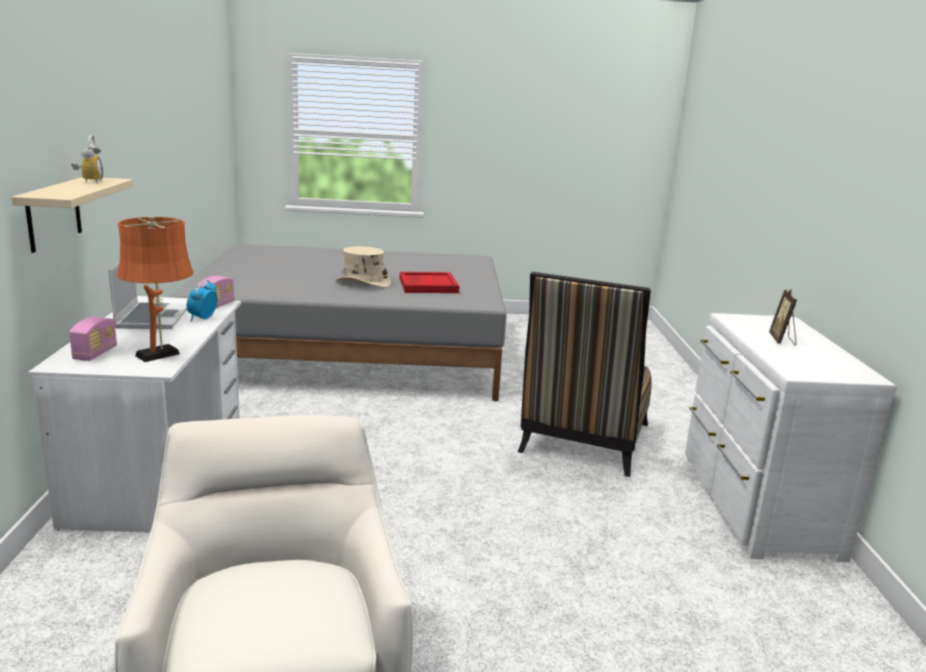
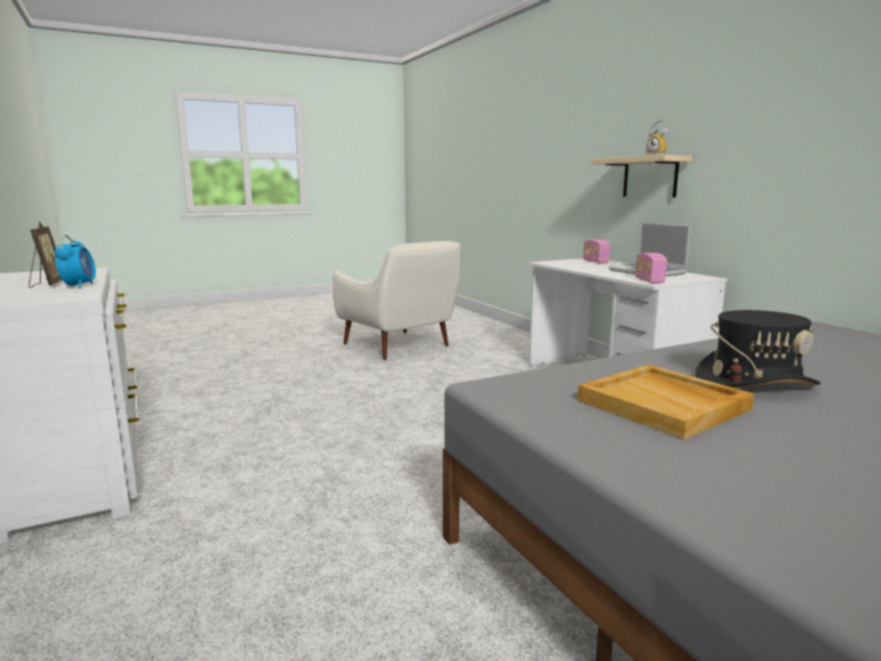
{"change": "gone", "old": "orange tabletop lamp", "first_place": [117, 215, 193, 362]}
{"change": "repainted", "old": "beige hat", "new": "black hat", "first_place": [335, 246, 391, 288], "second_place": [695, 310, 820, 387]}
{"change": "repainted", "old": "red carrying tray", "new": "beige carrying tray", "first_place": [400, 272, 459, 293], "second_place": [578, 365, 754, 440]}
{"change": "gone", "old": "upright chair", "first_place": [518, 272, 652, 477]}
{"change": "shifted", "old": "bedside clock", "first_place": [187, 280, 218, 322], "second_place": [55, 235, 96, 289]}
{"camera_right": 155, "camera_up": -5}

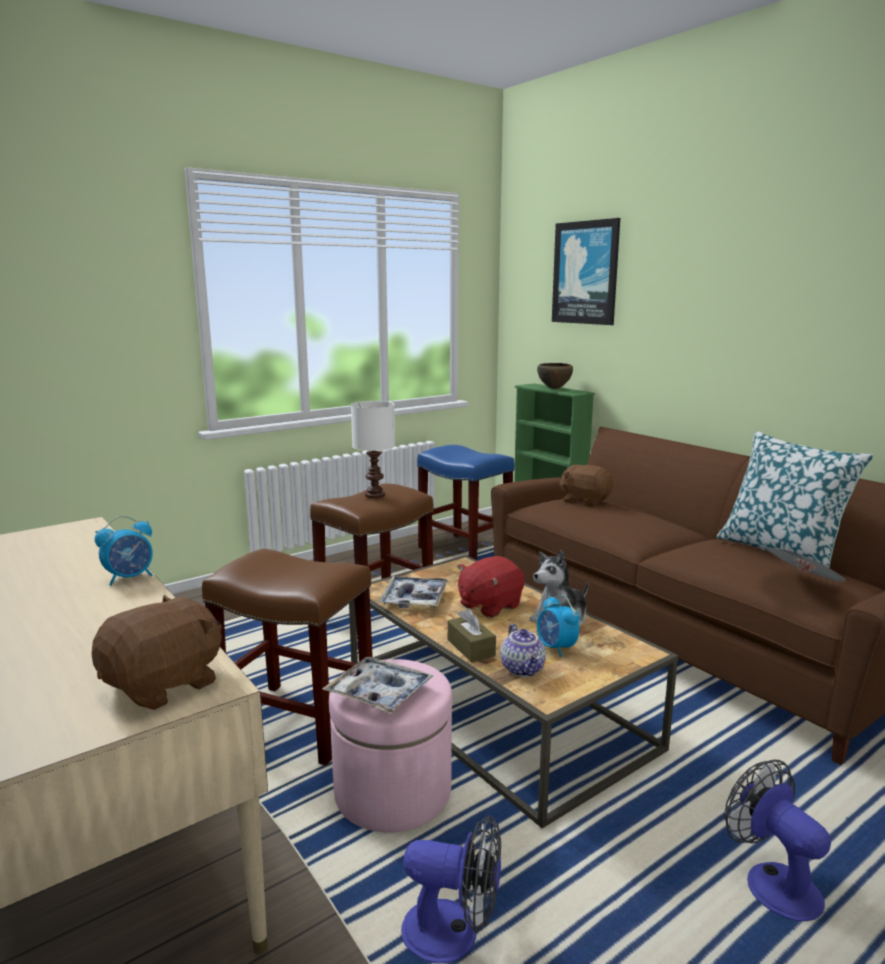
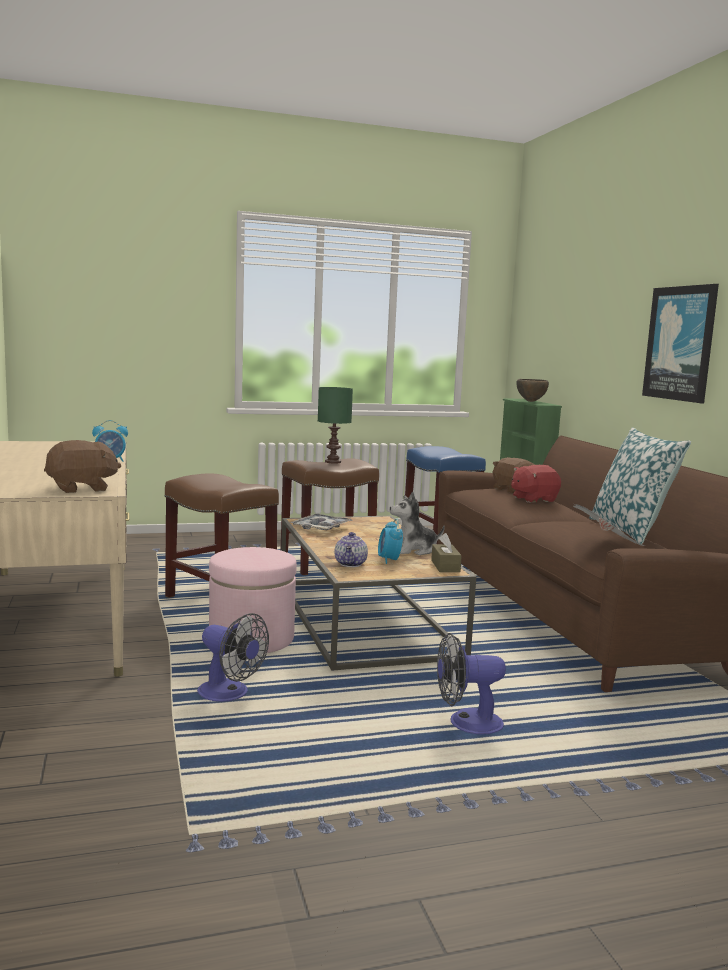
{"change": "shifted", "old": "wall art", "first_place": [552, 218, 620, 325], "second_place": [642, 284, 719, 403]}
{"change": "repainted", "old": "white-coloured tabletop lamp", "new": "green-coloured tabletop lamp", "first_place": [351, 401, 395, 498], "second_place": [318, 387, 353, 464]}
{"change": "shifted", "old": "red plush toy", "first_place": [457, 556, 525, 618], "second_place": [511, 465, 561, 503]}
{"change": "shifted", "old": "brown tissue holder", "first_place": [448, 608, 496, 662], "second_place": [431, 533, 462, 572]}
{"change": "gone", "old": "carrying tray", "first_place": [322, 657, 434, 714]}
{"change": "rotated", "old": "electric fan", "first_place": [725, 760, 831, 921], "second_place": [437, 633, 506, 734], "degrees": -90}
{"camera_right": 20, "camera_up": -5}

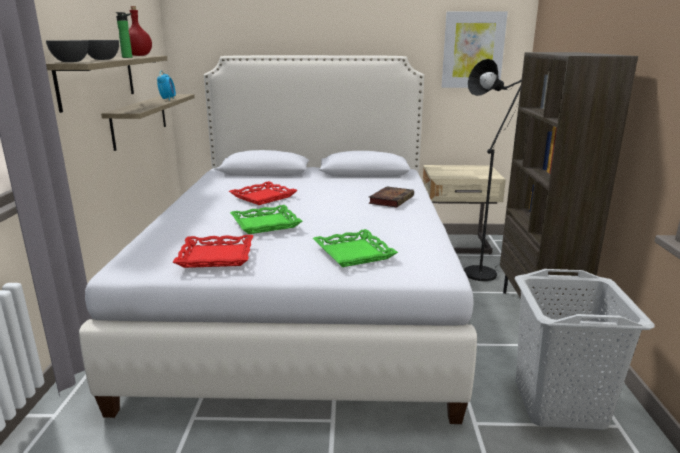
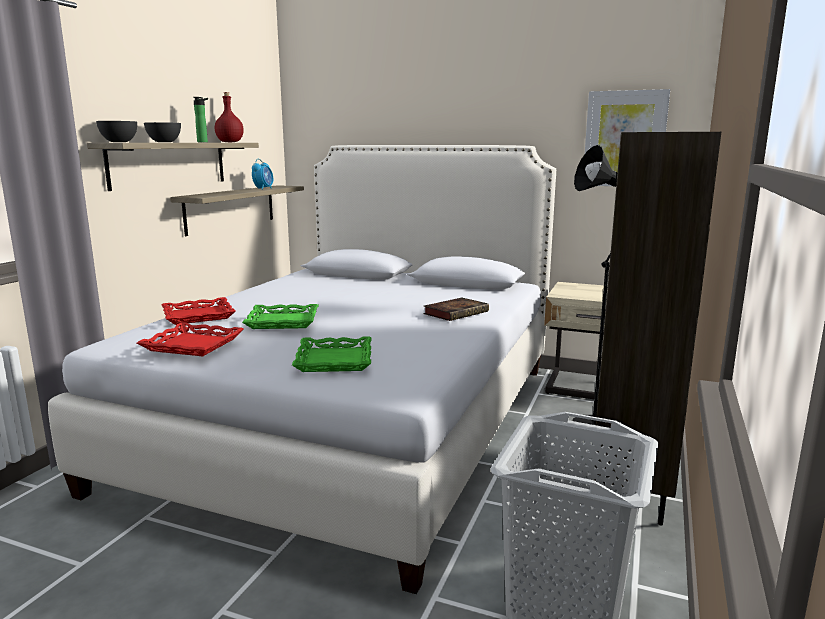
{"change": "shifted", "old": "red carrying tray", "first_place": [229, 181, 298, 205], "second_place": [161, 297, 236, 325]}
{"camera_right": 20, "camera_up": -5}

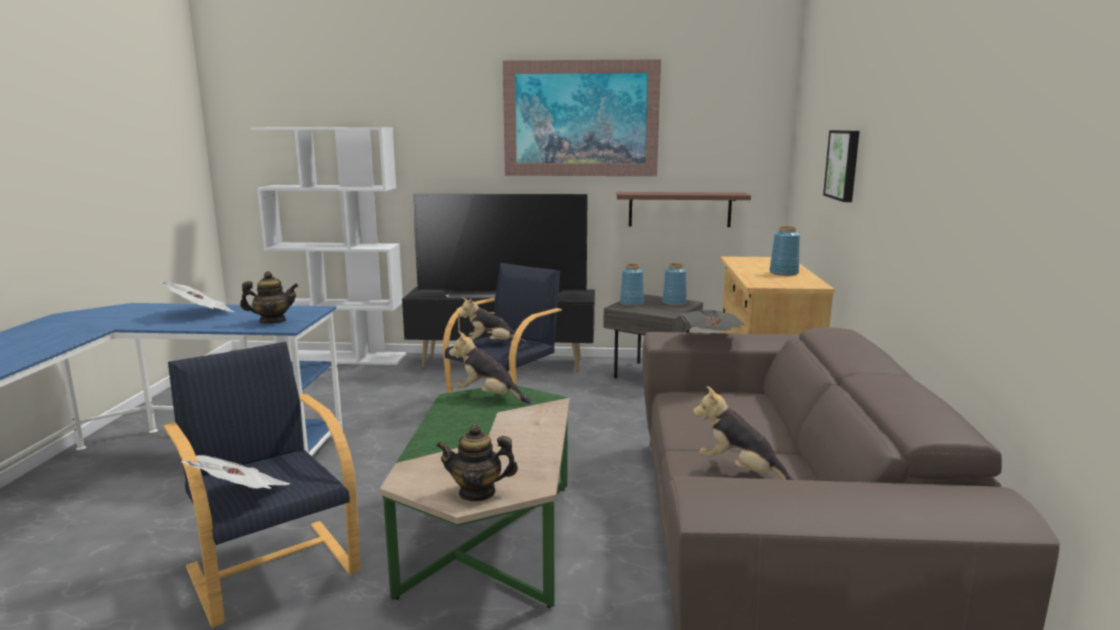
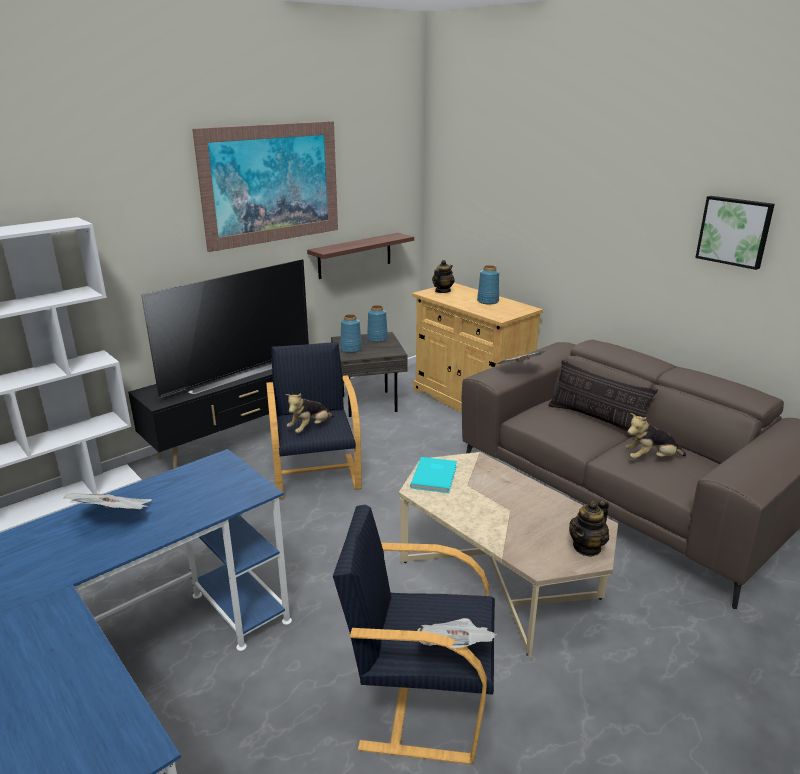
{"change": "shifted", "old": "wall art", "first_place": [823, 130, 860, 202], "second_place": [695, 196, 775, 270]}
{"change": "shifted", "old": "pot for tea", "first_place": [240, 271, 299, 324], "second_place": [432, 260, 455, 293]}
{"change": "swapped", "old": "plush toy", "new": "turquoise bound book", "first_place": [449, 332, 531, 404], "second_place": [410, 457, 457, 493]}
{"change": "repainted", "old": "green-coloured lounge table", "new": "beige lounge table", "first_place": [380, 385, 570, 608], "second_place": [399, 452, 618, 658]}
{"change": "new", "new": "pillow", "second_place": [548, 360, 658, 437]}
{"camera_right": -45, "camera_up": 10}

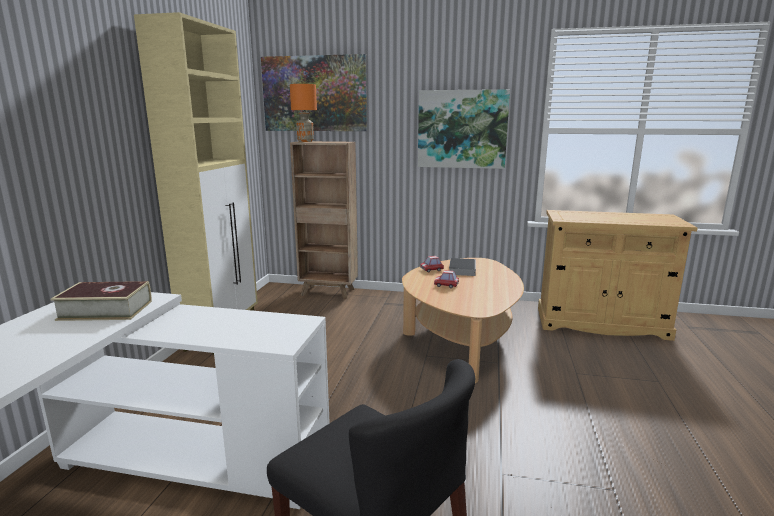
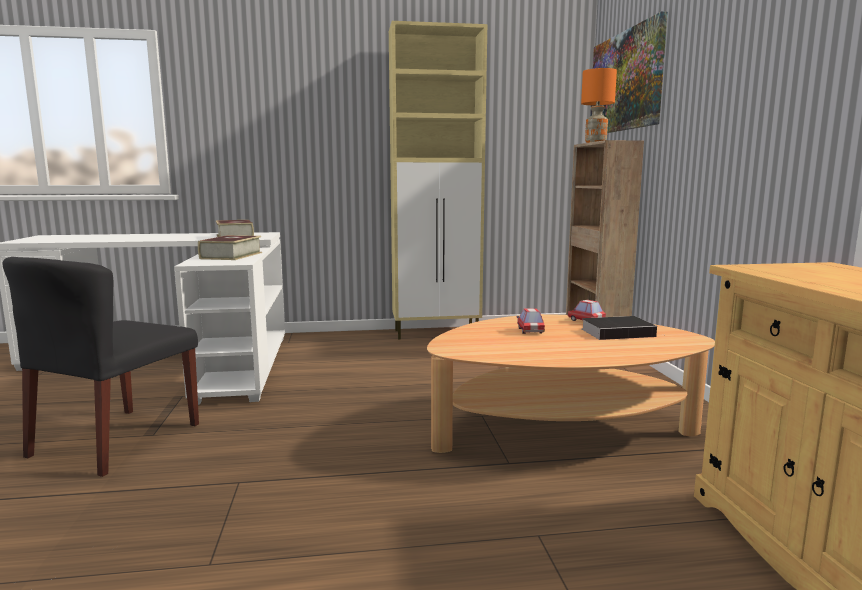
{"change": "gone", "old": "wall art", "first_place": [418, 89, 510, 169]}
{"change": "new", "new": "bound book", "second_place": [198, 235, 262, 260]}
{"camera_right": 70, "camera_up": -5}

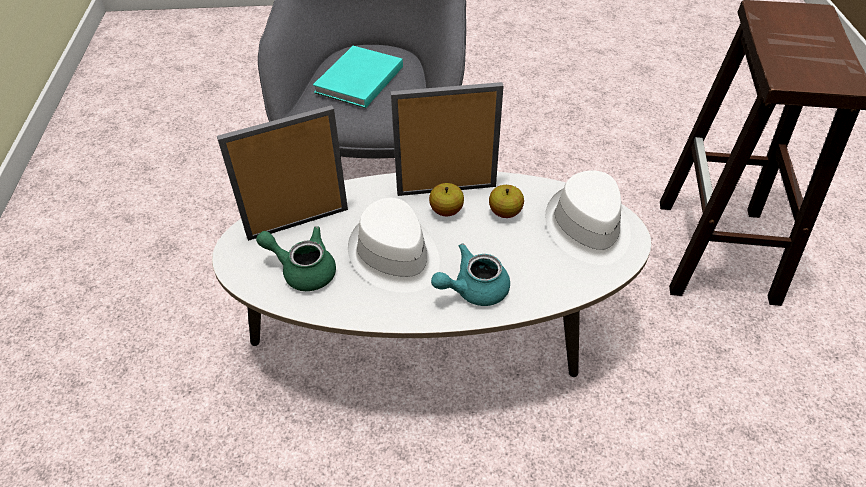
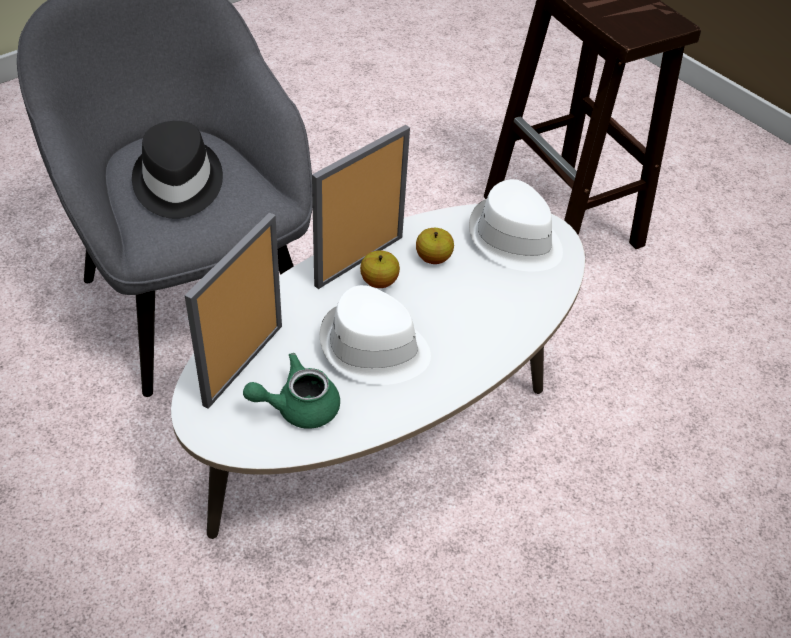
{"change": "swapped", "old": "turquoise bound book", "new": "black hat", "first_place": [313, 46, 403, 108], "second_place": [132, 121, 223, 219]}
{"change": "gone", "old": "turquoise pot for tea", "first_place": [431, 243, 510, 306]}
{"camera_right": -40, "camera_up": 0}

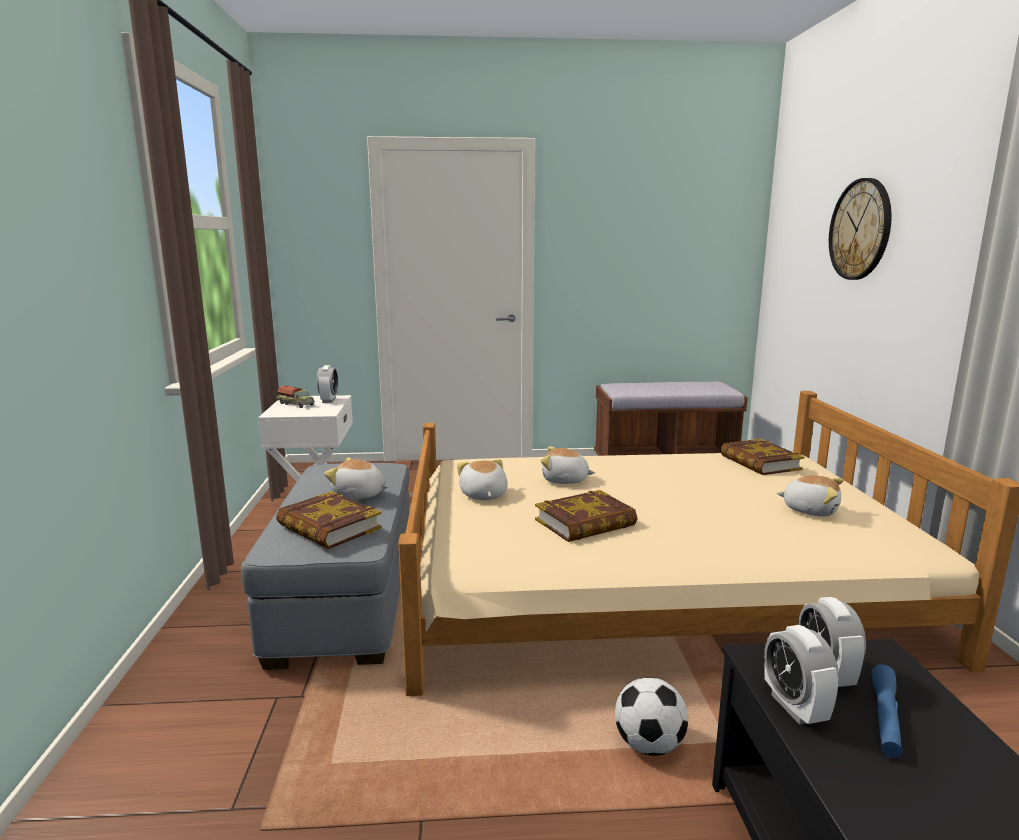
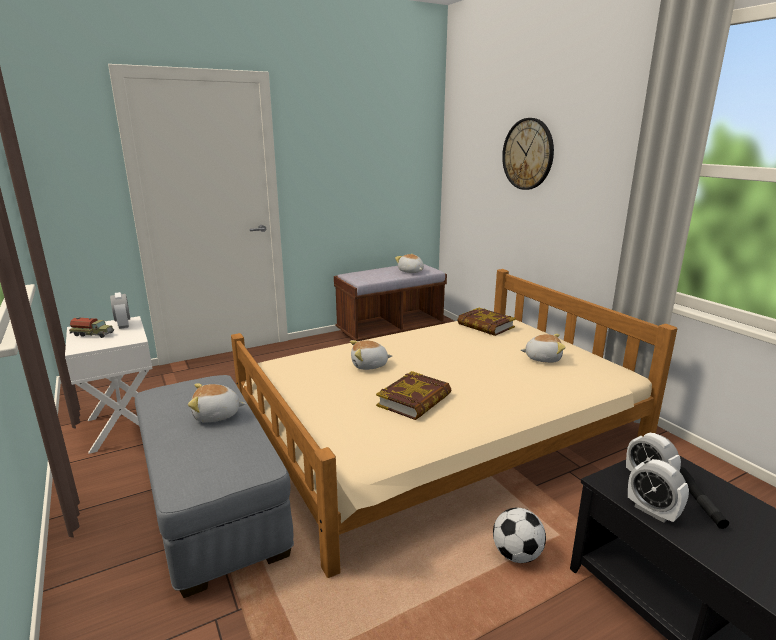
{"change": "shifted", "old": "plush toy", "first_place": [457, 459, 508, 500], "second_place": [395, 254, 424, 273]}
{"change": "gone", "old": "bound book", "first_place": [276, 491, 382, 549]}
{"change": "repainted", "old": "blue-coloured hand torch", "new": "black hand torch", "first_place": [871, 664, 903, 758], "second_place": [680, 467, 729, 529]}
{"camera_right": -25, "camera_up": 5}

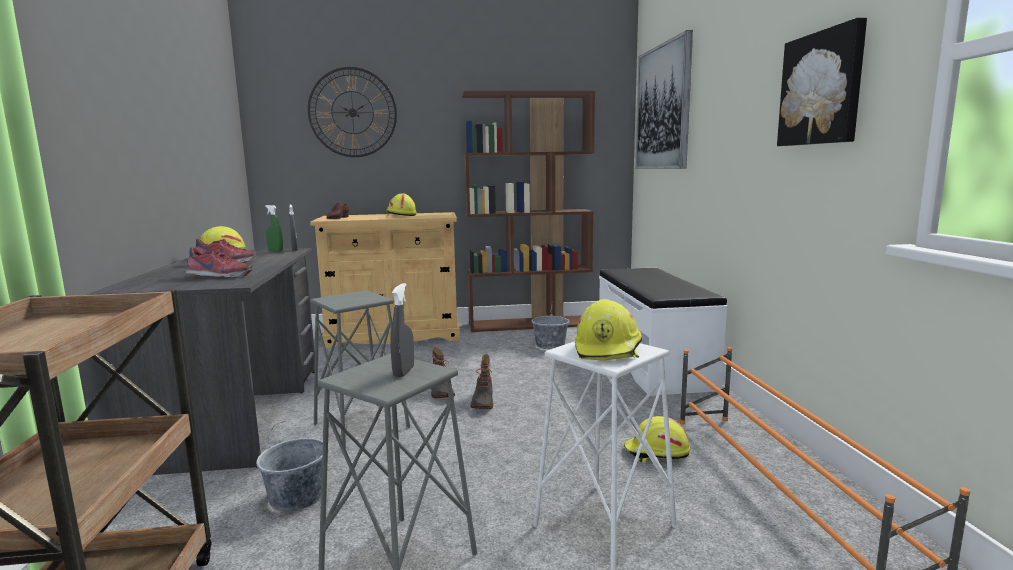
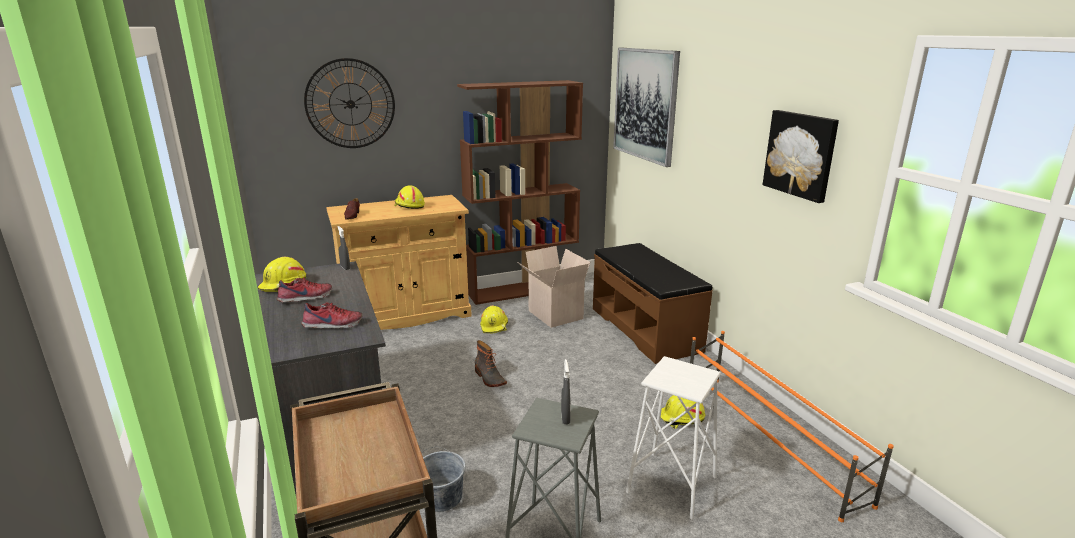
{"change": "gone", "old": "green-coloured sprayer", "first_place": [265, 205, 283, 251]}
{"change": "repainted", "old": "white-coloured indoor bench", "new": "brown indoor bench", "first_place": [599, 268, 728, 396], "second_place": [593, 243, 713, 364]}
{"change": "gone", "old": "gray stool seat", "first_place": [310, 290, 410, 449]}
{"change": "shifted", "old": "yellowish work helmet", "first_place": [575, 299, 642, 361], "second_place": [480, 305, 508, 333]}
{"change": "swapped", "old": "gray pail", "new": "cardboard box", "first_place": [531, 306, 569, 349], "second_place": [519, 246, 590, 328]}
{"change": "gone", "old": "tall boot", "first_place": [470, 355, 493, 409]}
{"camera_right": -15, "camera_up": 10}

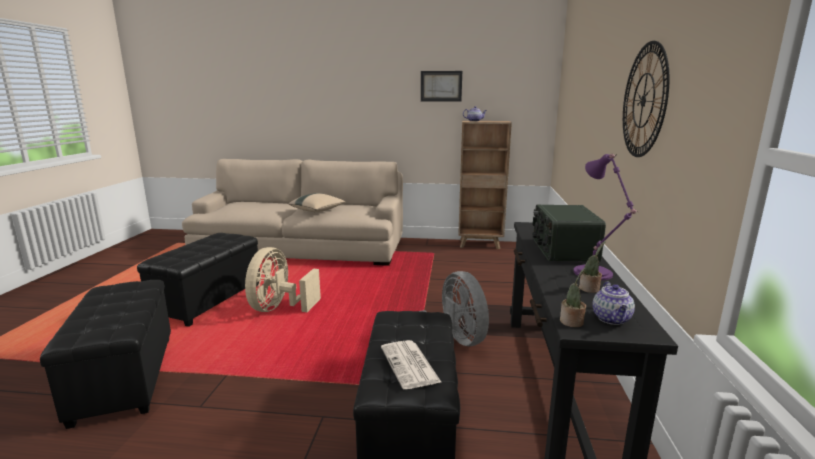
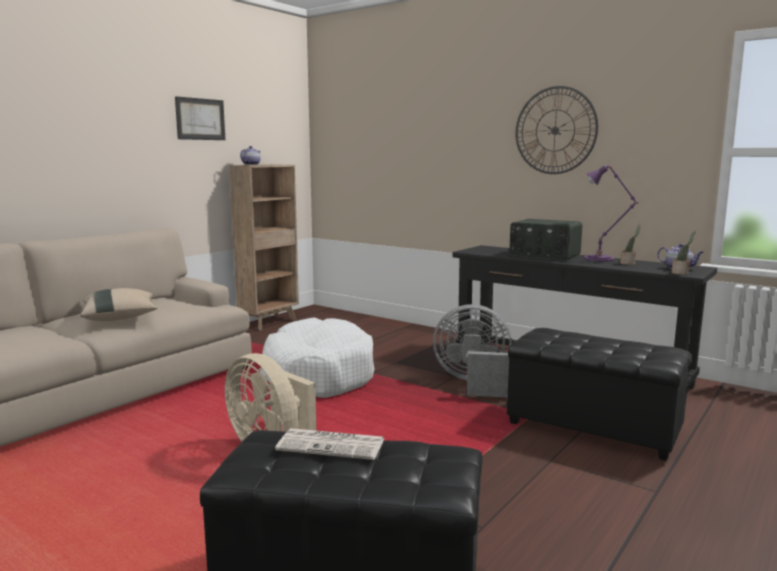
{"change": "gone", "old": "black footrest", "first_place": [137, 233, 261, 327]}
{"change": "shifted", "old": "daily paper", "first_place": [381, 340, 442, 389], "second_place": [275, 428, 384, 460]}
{"change": "new", "new": "white-coloured dog cushion", "second_place": [260, 317, 374, 398]}
{"camera_right": -60, "camera_up": -5}

